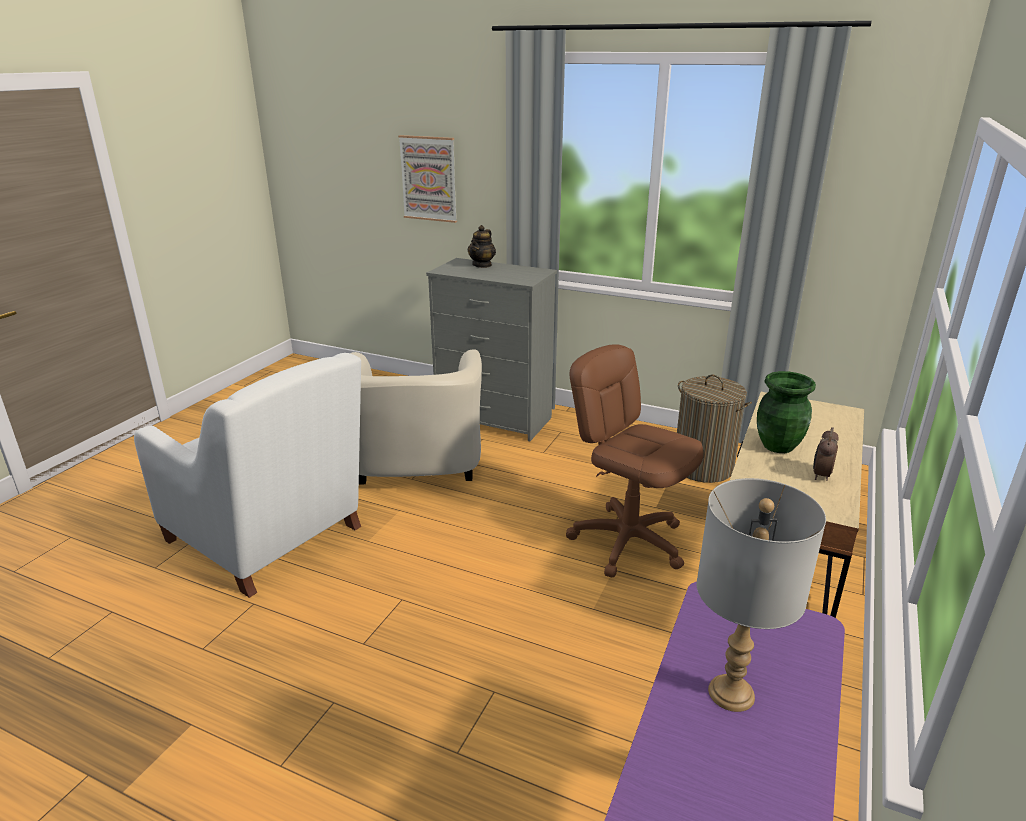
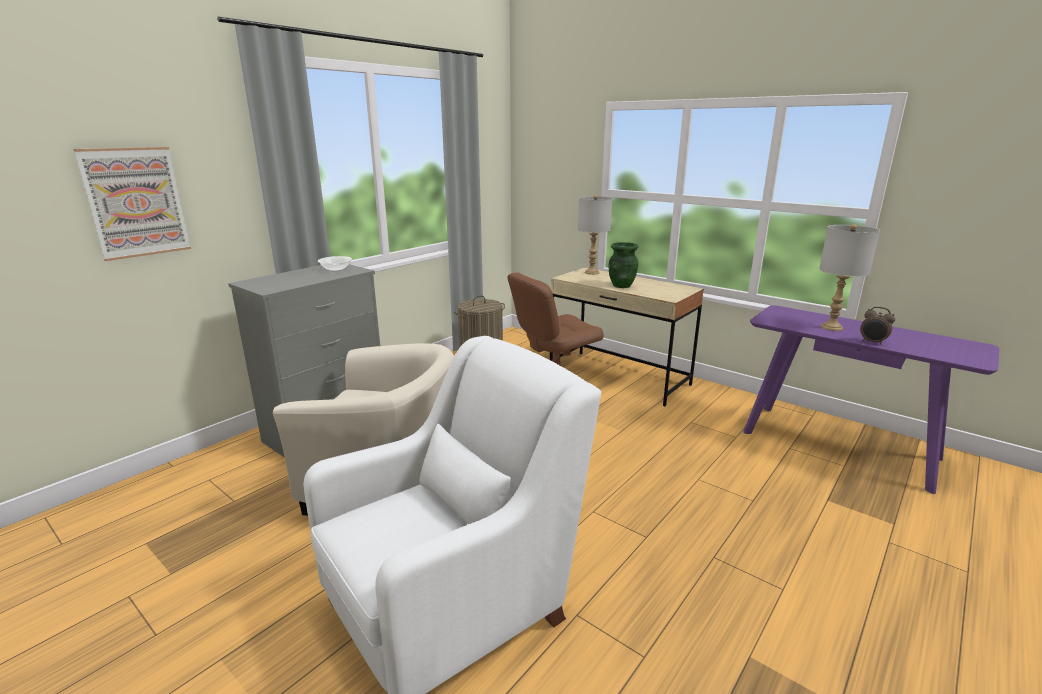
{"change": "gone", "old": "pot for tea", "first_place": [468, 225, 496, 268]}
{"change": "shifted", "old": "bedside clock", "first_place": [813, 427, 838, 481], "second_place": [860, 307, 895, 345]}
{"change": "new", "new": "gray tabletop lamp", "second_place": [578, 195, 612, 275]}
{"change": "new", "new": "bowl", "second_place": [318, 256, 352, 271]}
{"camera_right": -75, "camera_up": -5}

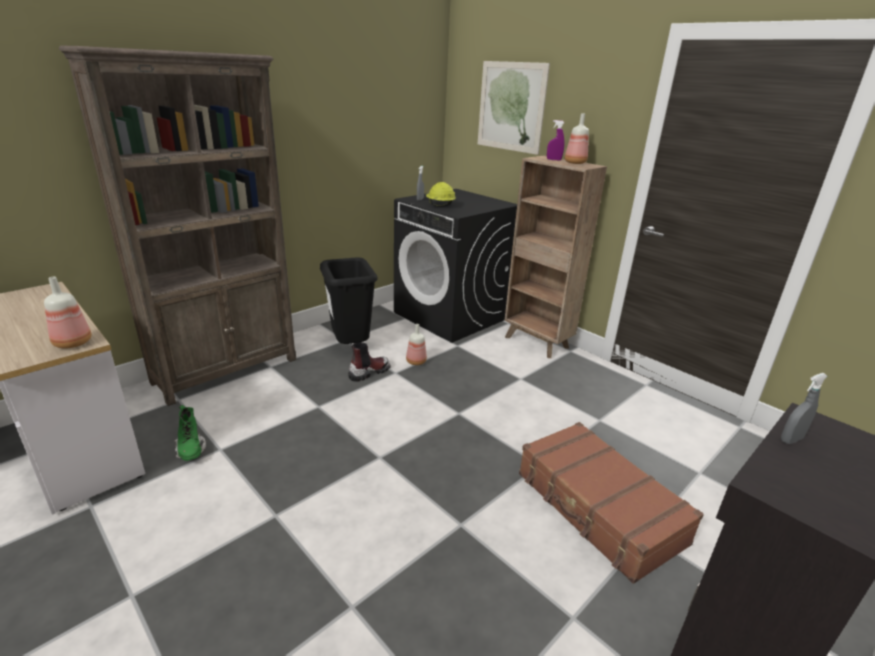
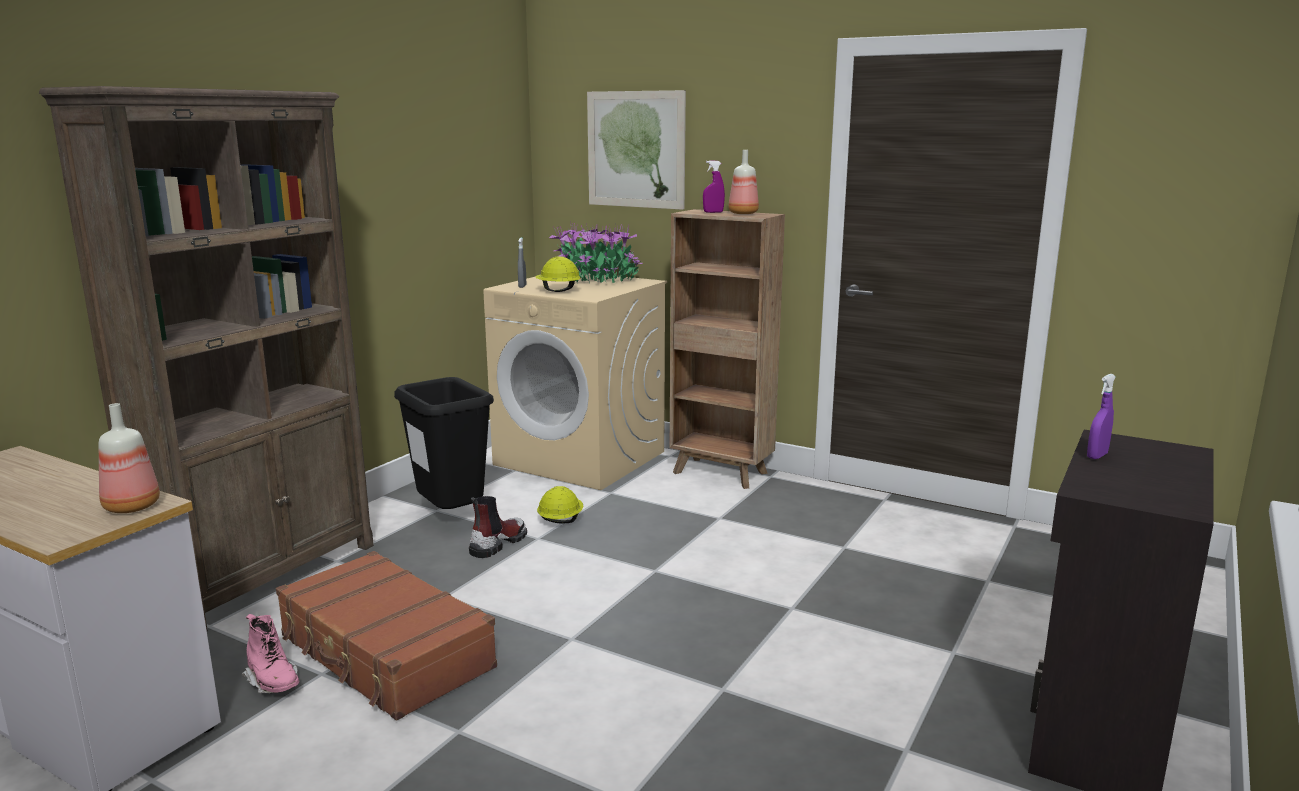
{"change": "repainted", "old": "black laundry machine", "new": "beige laundry machine", "first_place": [394, 189, 517, 343], "second_place": [483, 273, 667, 490]}
{"change": "swapped", "old": "drink bottle", "new": "yellowish work helmet", "first_place": [406, 324, 427, 365], "second_place": [537, 486, 583, 524]}
{"change": "repainted", "old": "gray sprayer", "new": "purple-coloured sprayer", "first_place": [781, 373, 828, 444], "second_place": [1087, 374, 1116, 459]}
{"change": "repainted", "old": "green-coloured tall boot", "new": "pink tall boot", "first_place": [174, 405, 206, 461], "second_place": [242, 614, 299, 693]}
{"change": "shifted", "old": "brown suitcase", "first_place": [519, 422, 704, 584], "second_place": [276, 551, 497, 721]}
{"change": "new", "new": "plant in a pot", "second_place": [549, 222, 642, 283]}
{"camera_right": -15, "camera_up": -10}

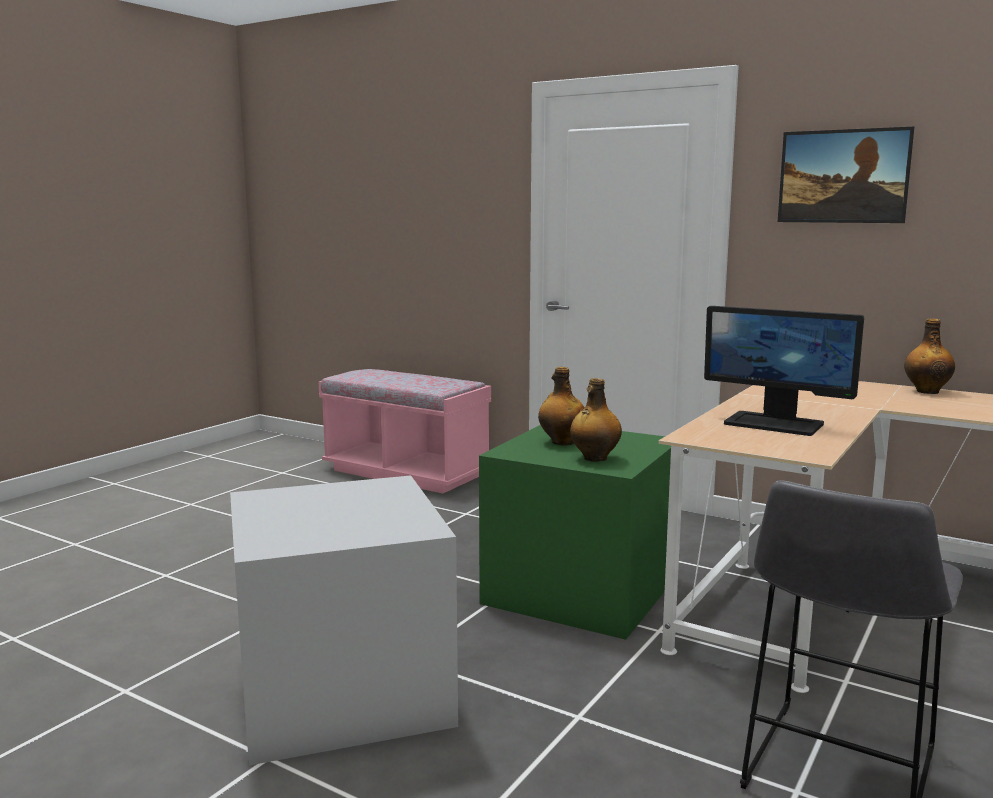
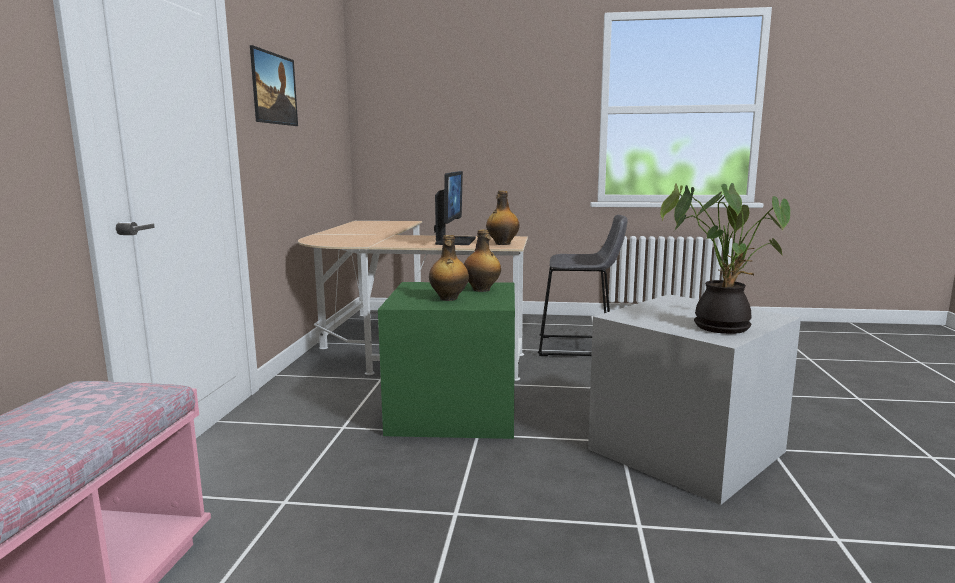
{"change": "shifted", "old": "drink bottle", "first_place": [904, 319, 955, 394], "second_place": [486, 191, 520, 245]}
{"change": "new", "new": "plant in a pot", "second_place": [660, 183, 790, 334]}
{"camera_right": -115, "camera_up": 0}

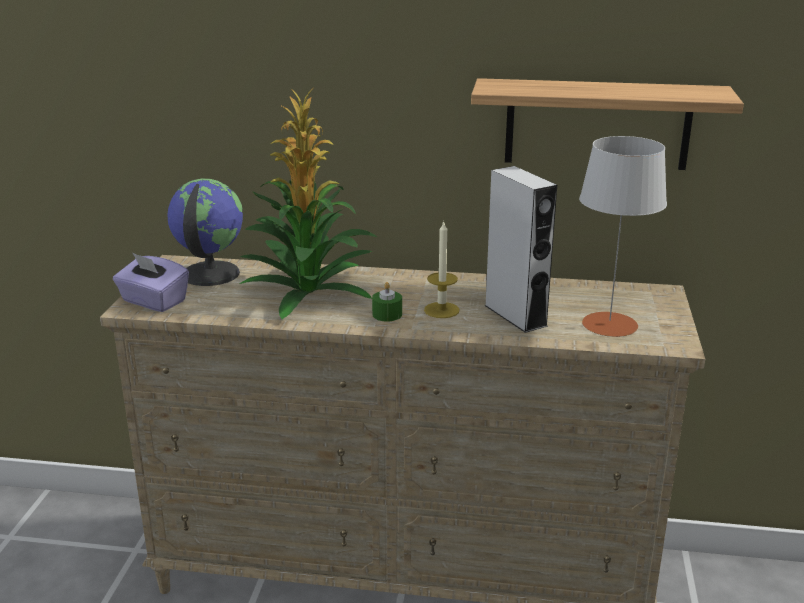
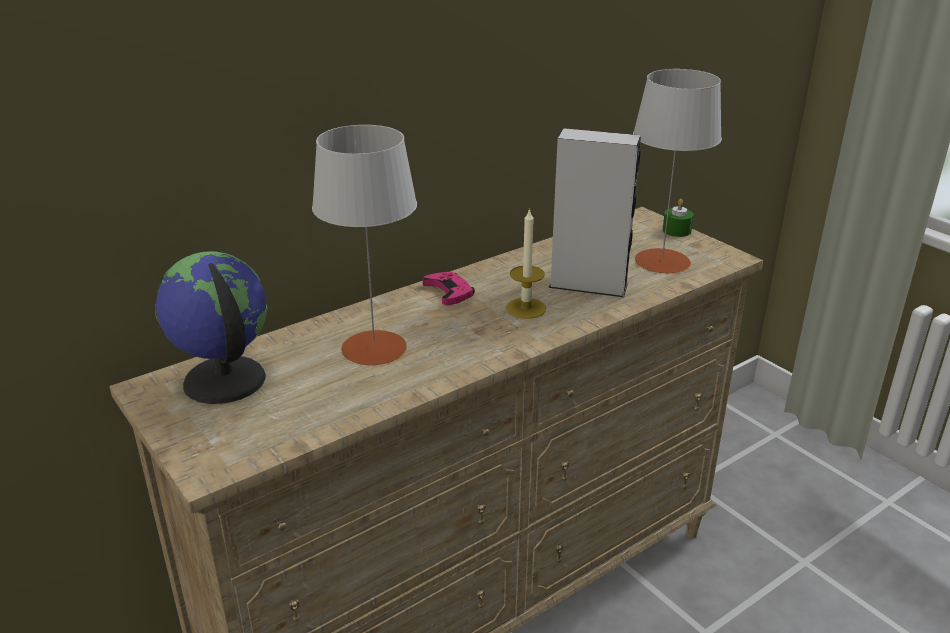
{"change": "gone", "old": "bracket shelf", "first_place": [471, 78, 744, 170]}
{"change": "swapped", "old": "plant in a pot", "new": "gray tabletop lamp", "first_place": [240, 87, 377, 319], "second_place": [312, 125, 417, 365]}
{"change": "gone", "old": "purple-coloured tissue holder", "first_place": [113, 253, 189, 312]}
{"change": "shifted", "old": "green-coloured wax light", "first_place": [372, 282, 402, 322], "second_place": [663, 199, 694, 237]}
{"change": "new", "new": "pink game controller", "second_place": [423, 272, 475, 305]}
{"camera_right": -45, "camera_up": 5}

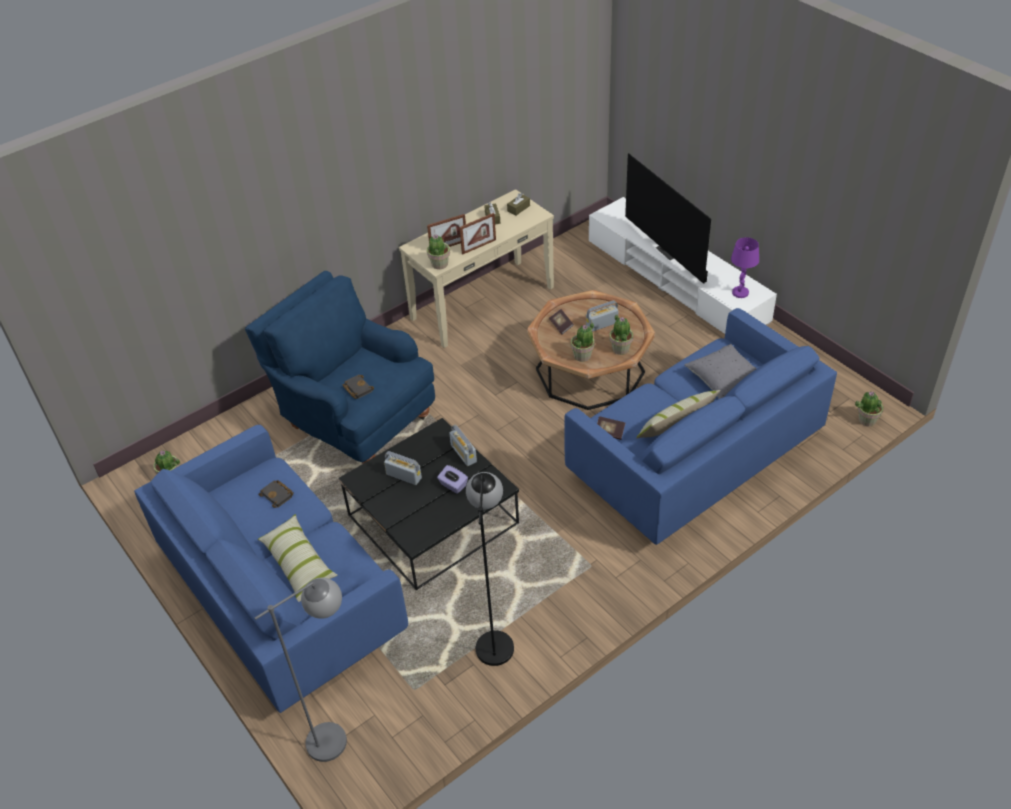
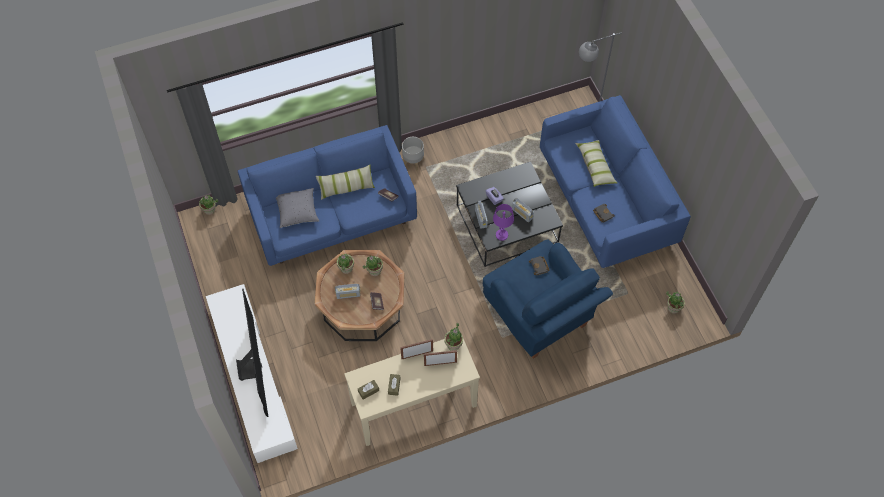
{"change": "shifted", "old": "purple-coloured tabletop lamp", "first_place": [731, 237, 759, 298], "second_place": [493, 204, 514, 241]}
{"change": "gone", "old": "black standard lamp", "first_place": [466, 472, 514, 666]}
{"change": "new", "new": "gray plant pot", "second_place": [402, 137, 424, 171]}
{"camera_right": -165, "camera_up": 15}

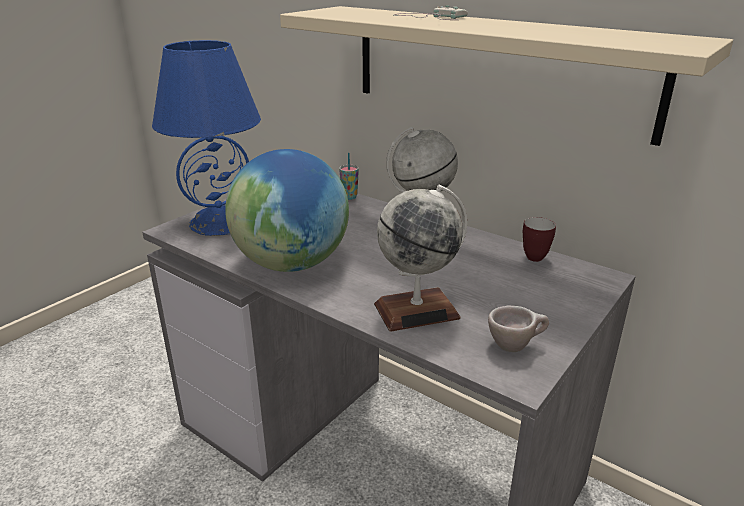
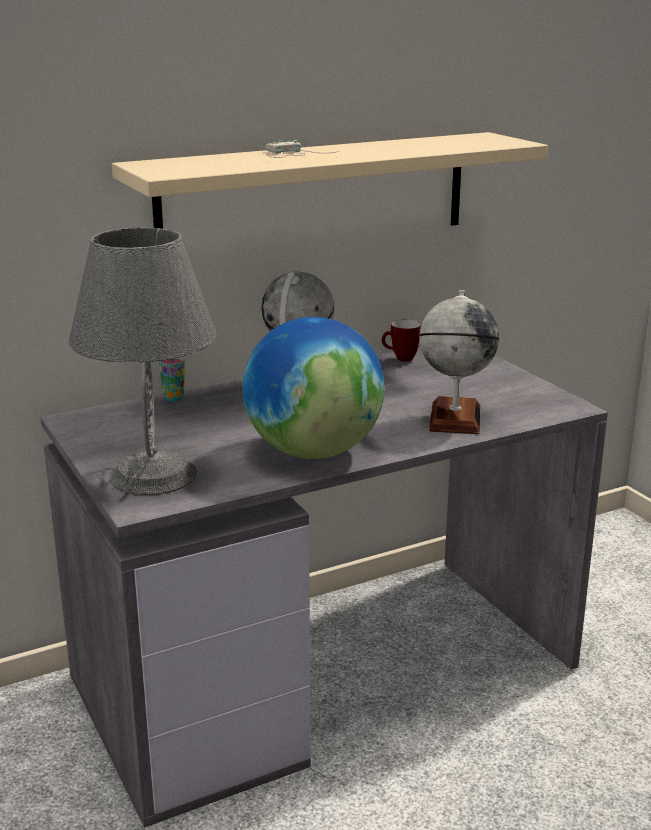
{"change": "repainted", "old": "blue-coloured tabletop lamp", "new": "gray tabletop lamp", "first_place": [152, 40, 261, 236], "second_place": [68, 227, 217, 495]}
{"change": "gone", "old": "beige drinking cup", "first_place": [488, 305, 549, 352]}
{"camera_right": -65, "camera_up": -5}

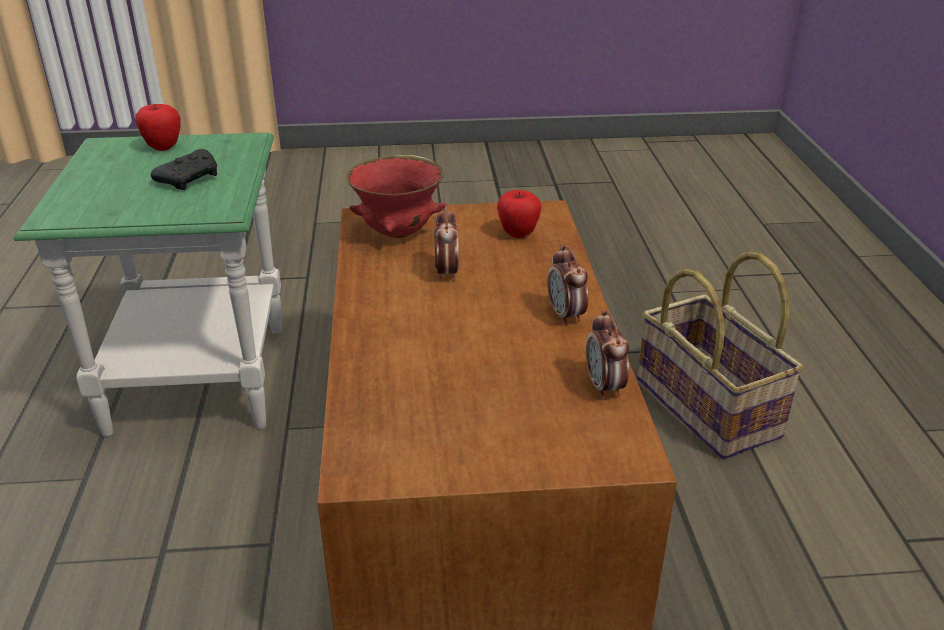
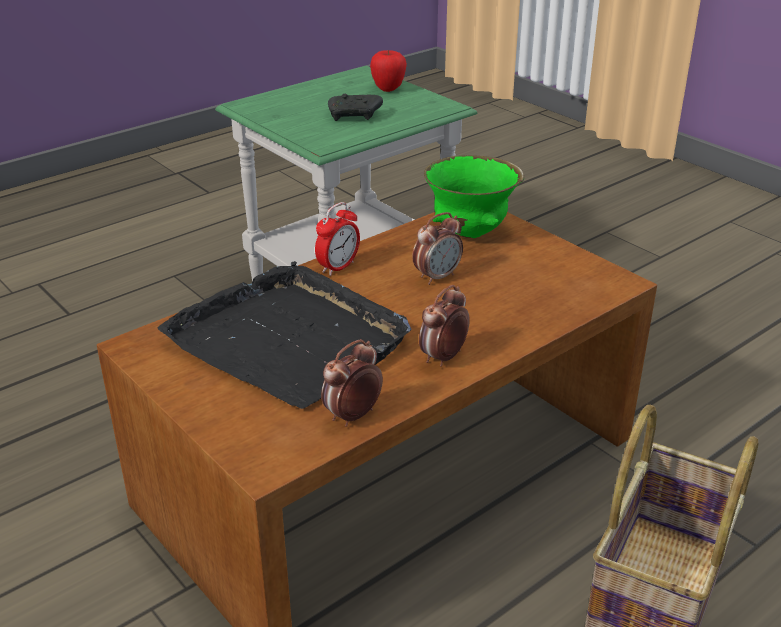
{"change": "repainted", "old": "red bowl", "new": "green-coloured bowl", "first_place": [346, 155, 446, 238], "second_place": [424, 155, 524, 238]}
{"change": "gone", "old": "apple", "first_place": [497, 190, 542, 238]}
{"change": "new", "new": "bedside clock", "second_place": [315, 202, 360, 276]}
{"change": "new", "new": "black carrying tray", "second_place": [158, 261, 411, 409]}
{"camera_right": 55, "camera_up": 0}

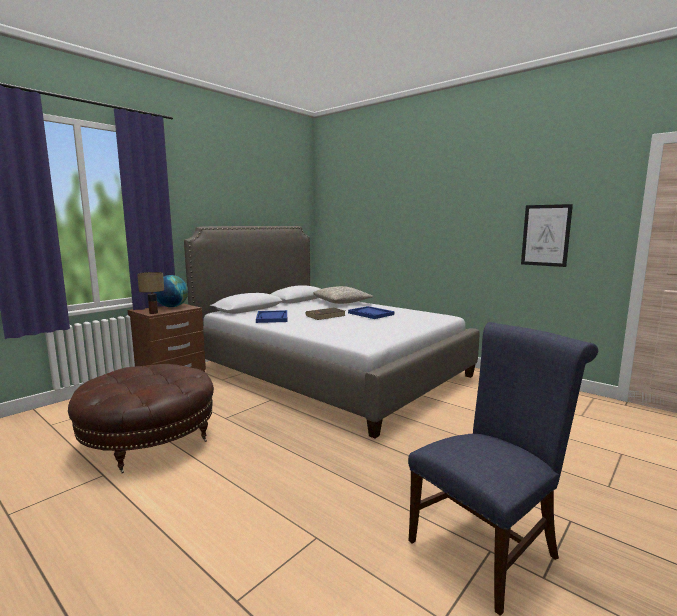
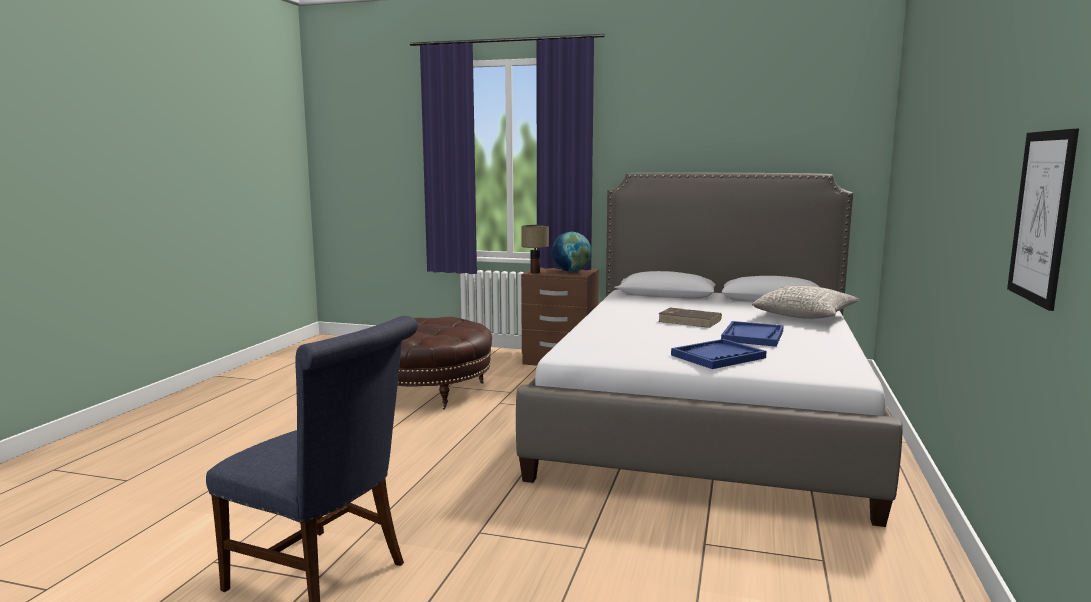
{"change": "shifted", "old": "blue-coloured carrying tray", "first_place": [256, 310, 287, 323], "second_place": [671, 339, 767, 369]}
{"camera_right": 65, "camera_up": 0}

